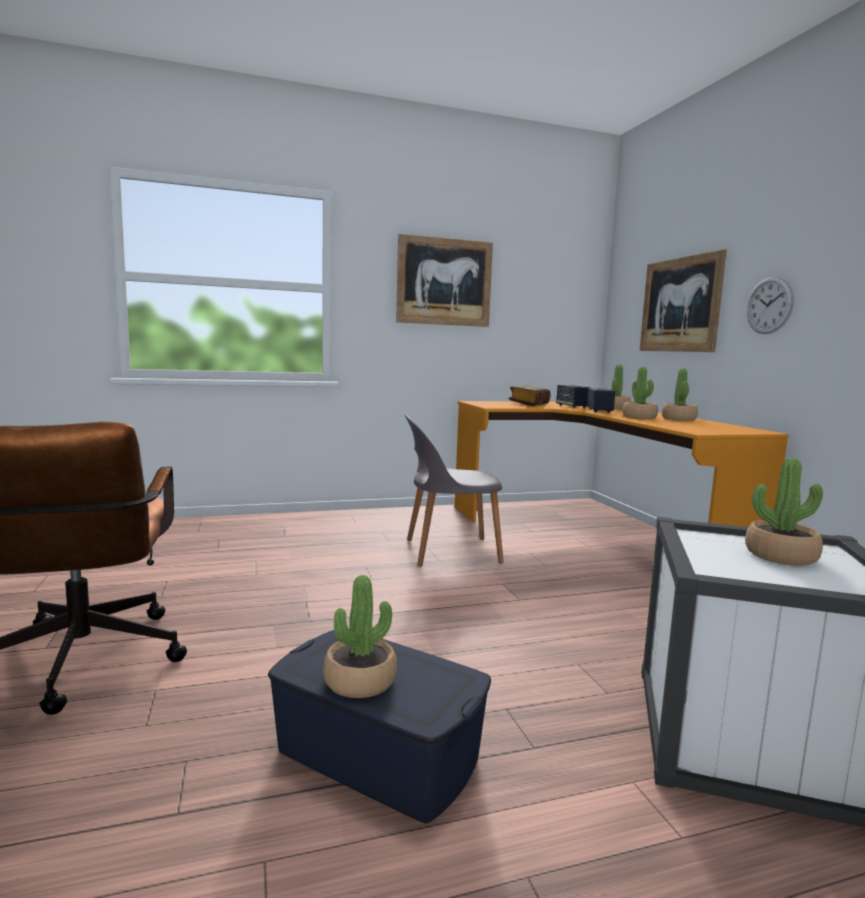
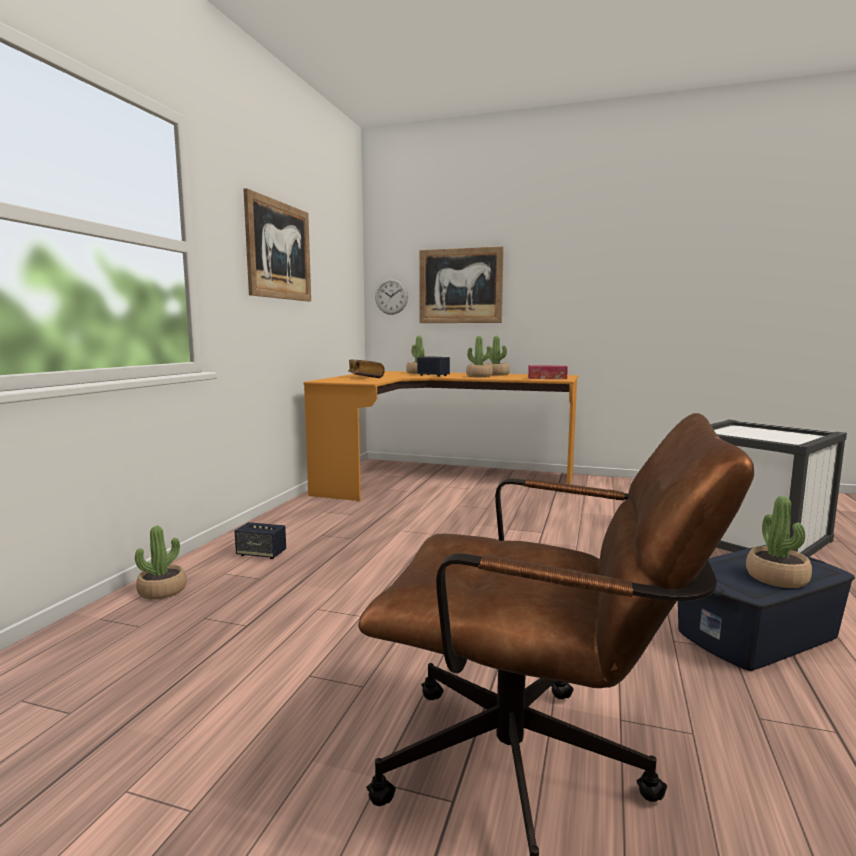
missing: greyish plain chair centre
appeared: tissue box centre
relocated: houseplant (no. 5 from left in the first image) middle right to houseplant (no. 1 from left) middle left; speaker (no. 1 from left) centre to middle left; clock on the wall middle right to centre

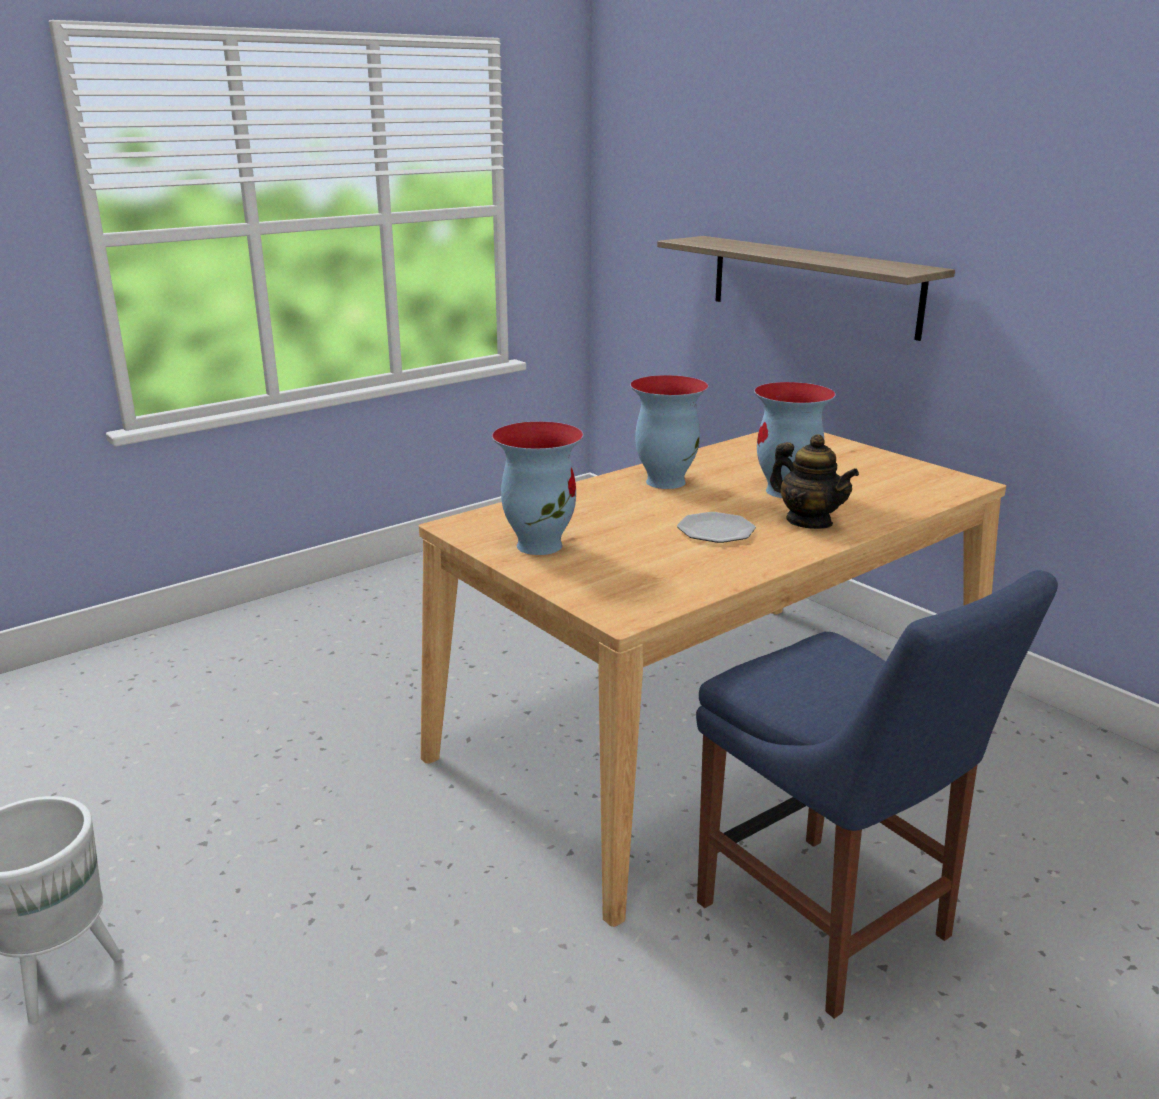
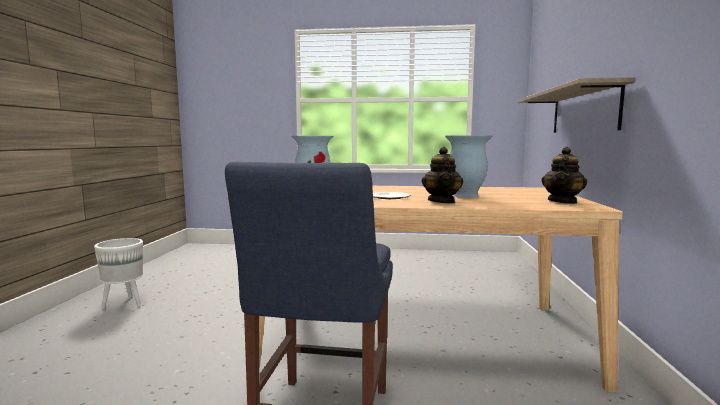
missing: decorative vase (no. 2 from left) centre
appeared: pot for tea (no. 2 from left) middle right

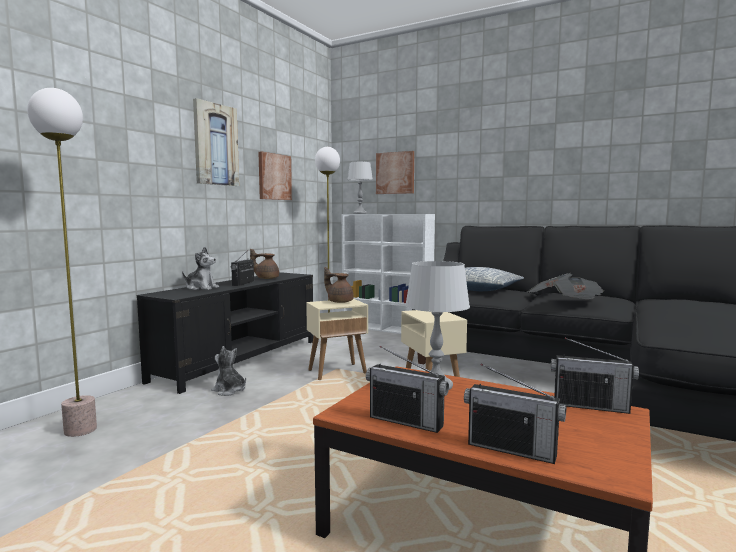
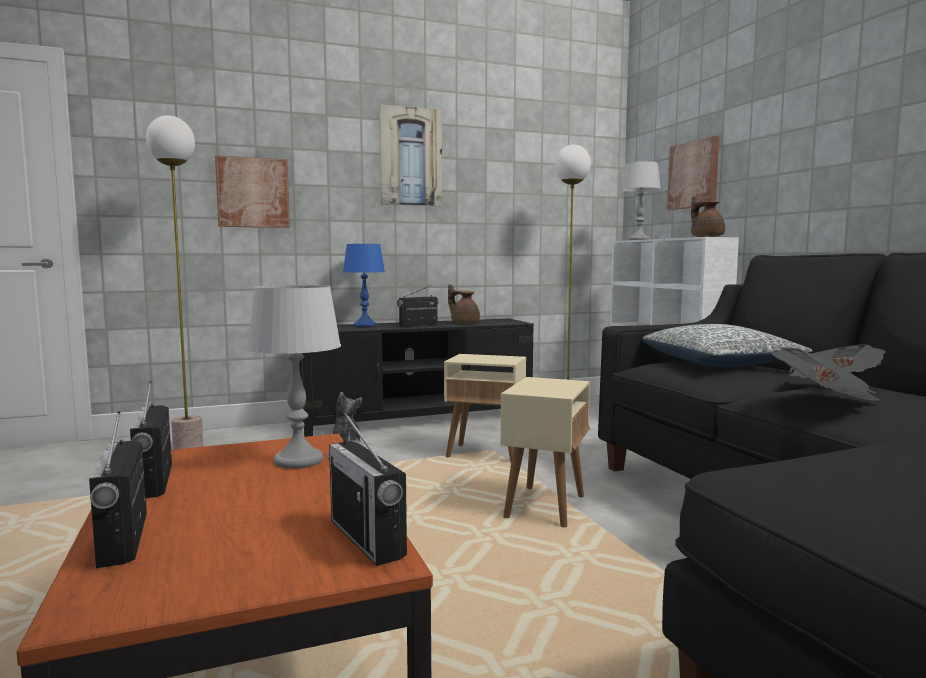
relocated: wall picture (no. 2 from left in the first image) top centre to wall picture (no. 1 from left) top left; brown-coloured pot for tea (no. 2 from left) centre to top right
exchanged: cuddly toy (no. 1 from left) middle left to bluish table lamp centre

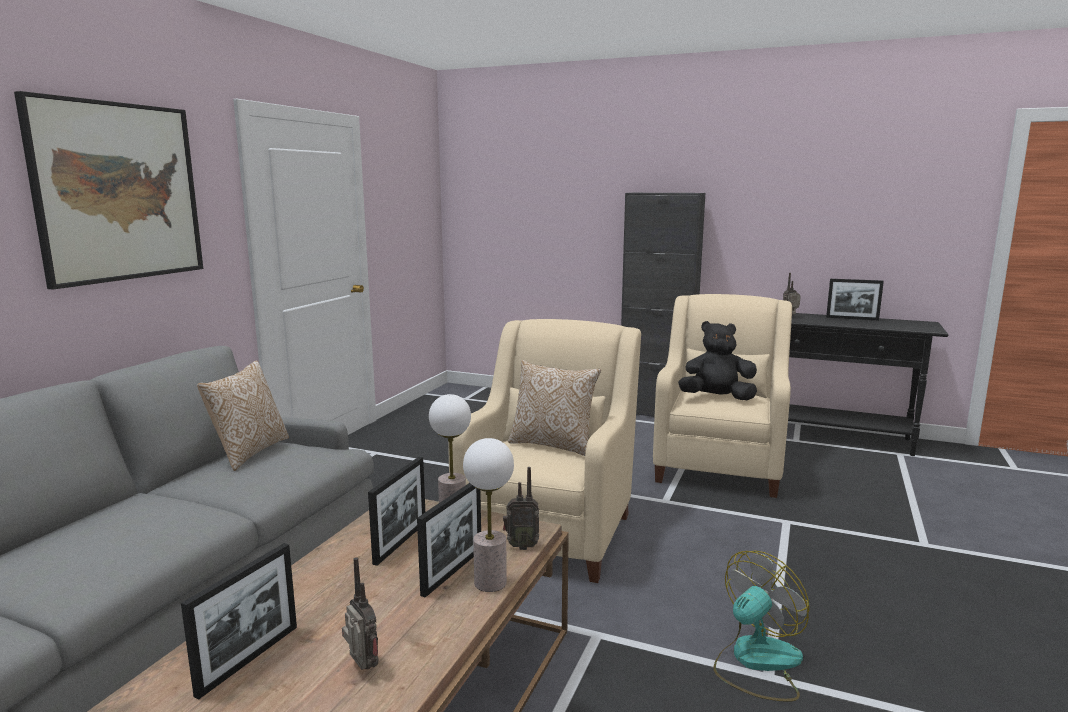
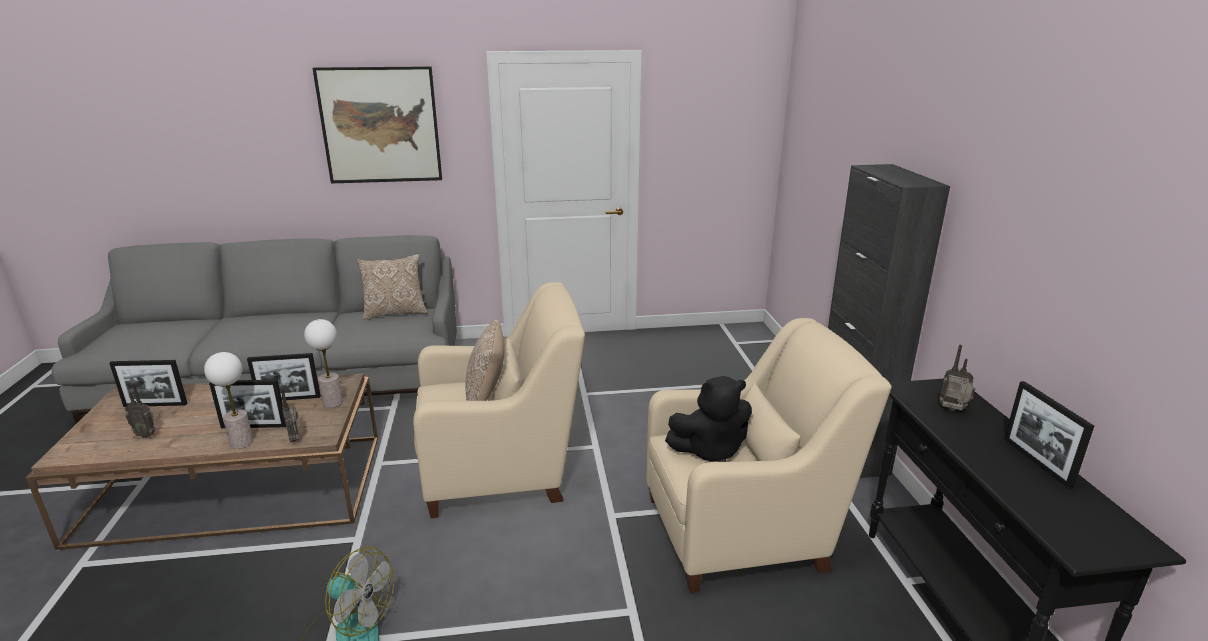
spun: radio receiver (no. 1 from left) bottom centre = middle left 75 degrees clockwise; black cuddly toy middle right = centre 105 degrees clockwise

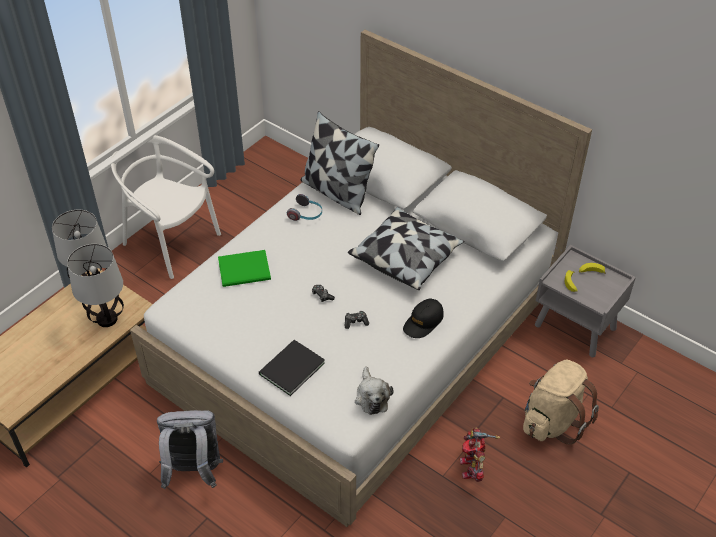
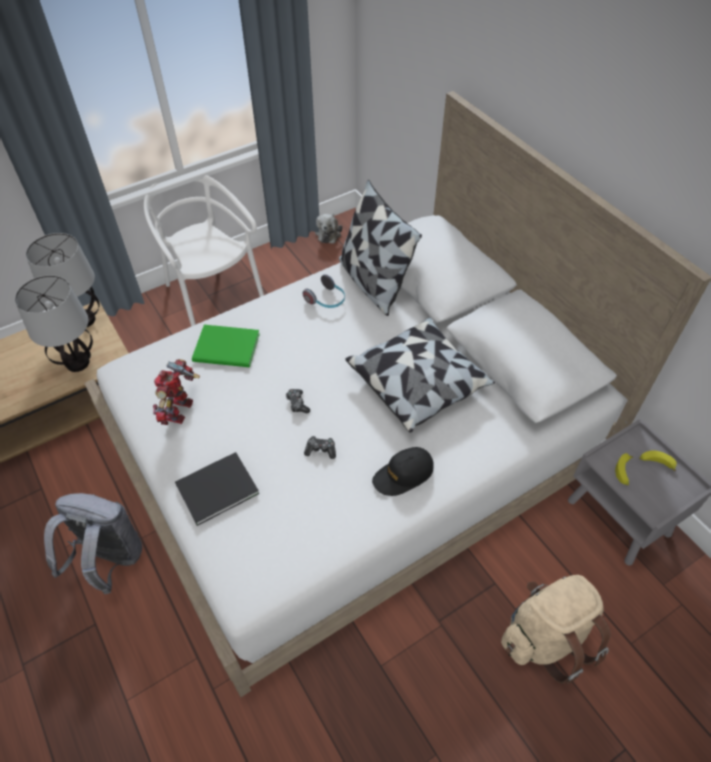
relocated: model robot bottom right to middle left; cuddly toy bottom centre to top centre

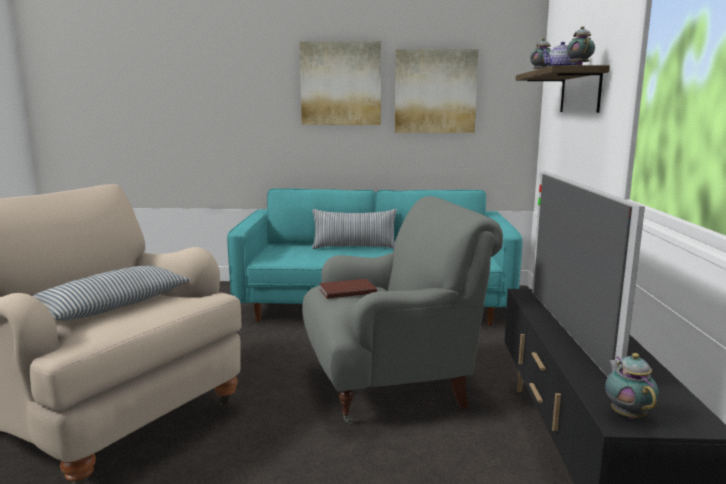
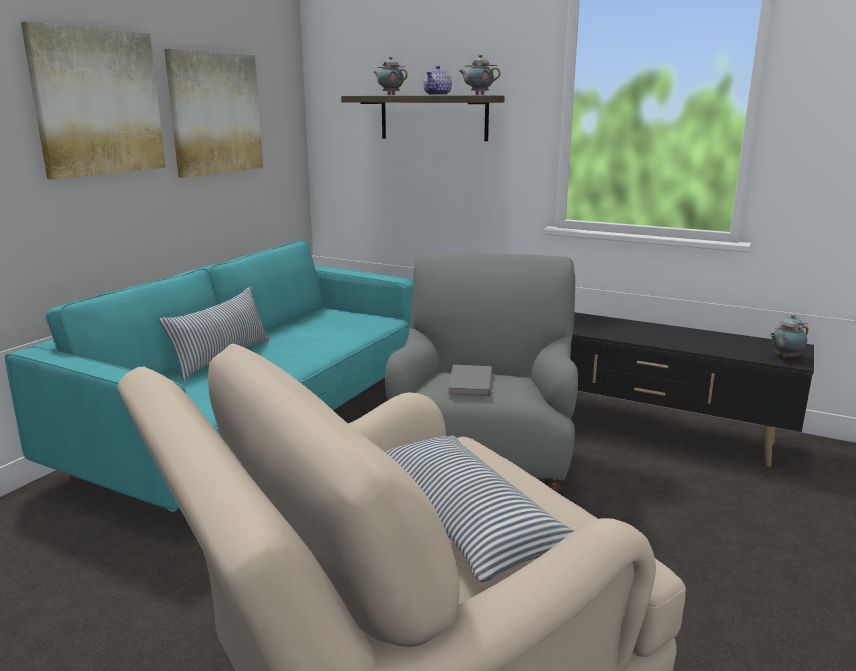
missing: television middle right
colour: brown-coloured bound book centre to greyish bound book centre
spun: pot for tea (no. 4 from left) bottom right = middle right 45 degrees counterclockwise

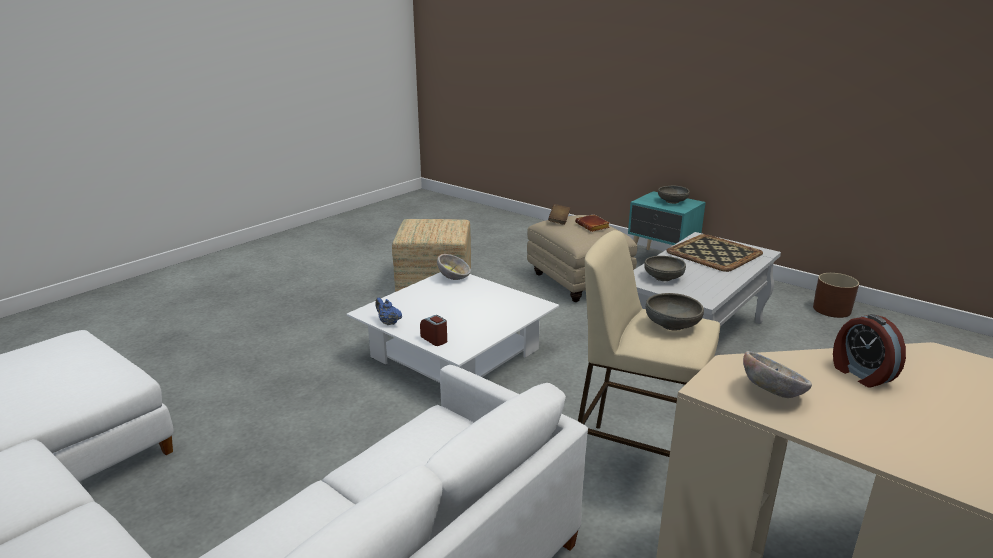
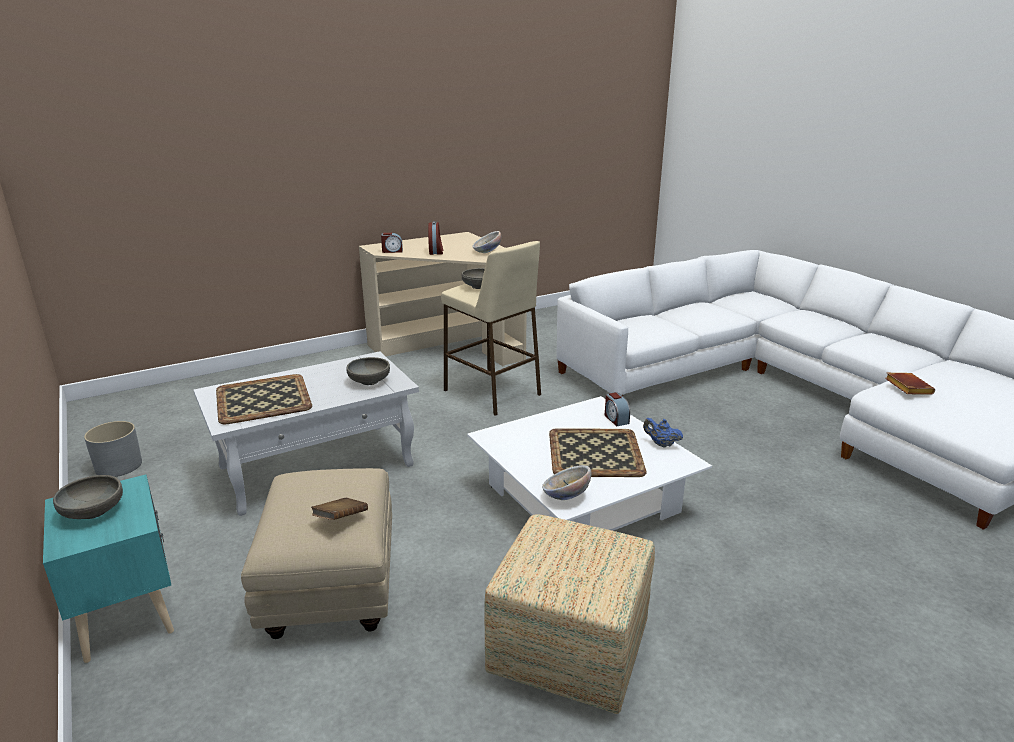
appeared: bedside clock (no. 1 from left) top centre; serving tray (no. 2 from left) centre
relocated: brown-coloured bound book (no. 2 from left) centre to middle right
colour: brown-coloured planter middle right to greyish planter middle left
spun: bluish pot for tea centre = centre 150 degrees clockwise

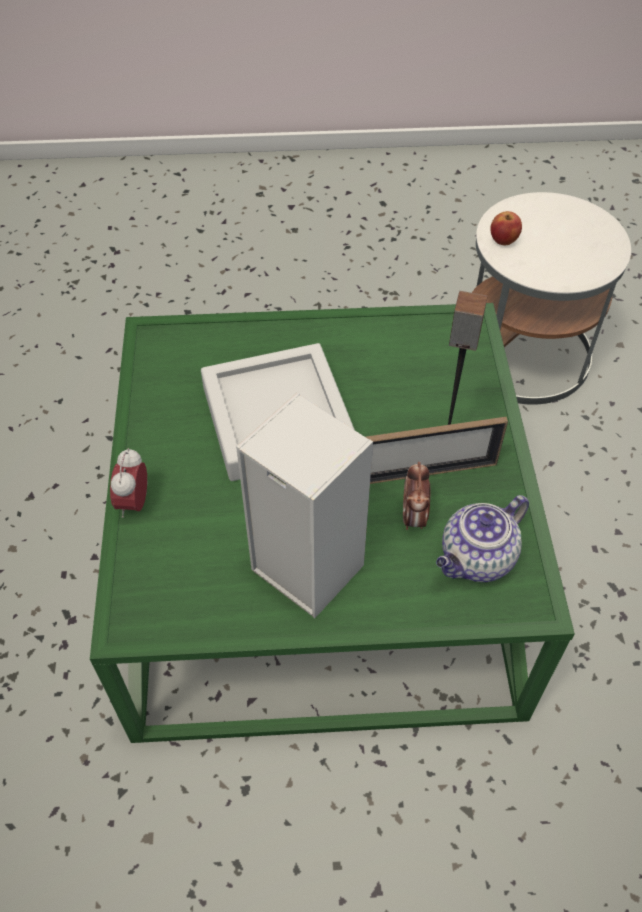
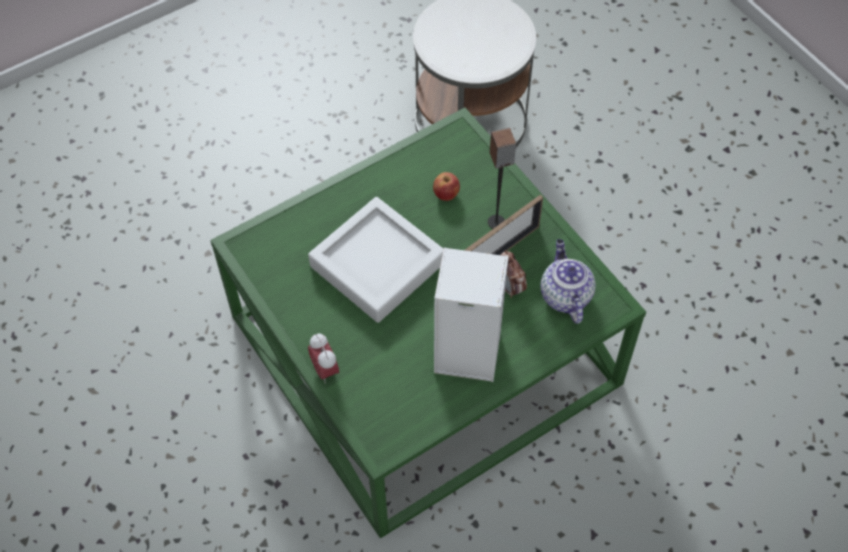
relocated: apple top right to centre
spun: pot for tea middle right = middle right 150 degrees clockwise

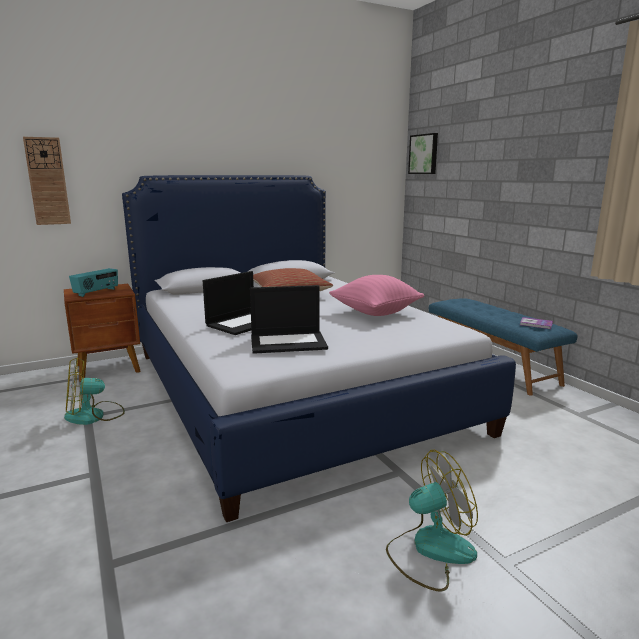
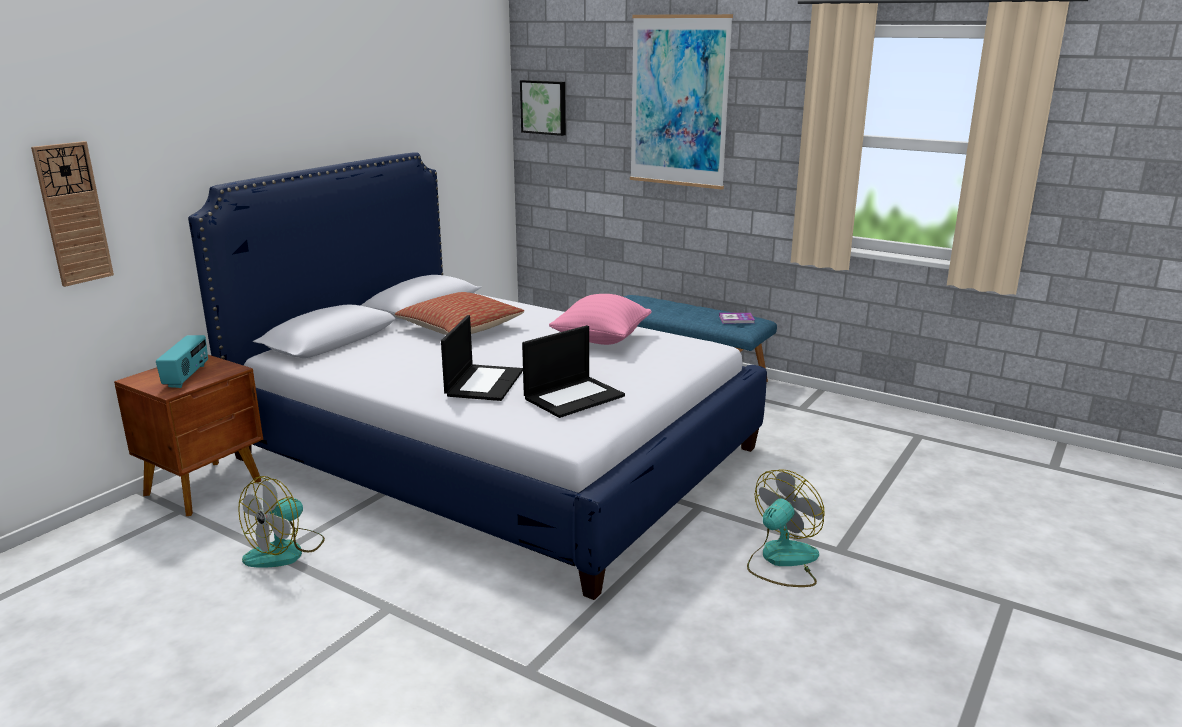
appeared: wall picture (no. 2 from left) top centre

